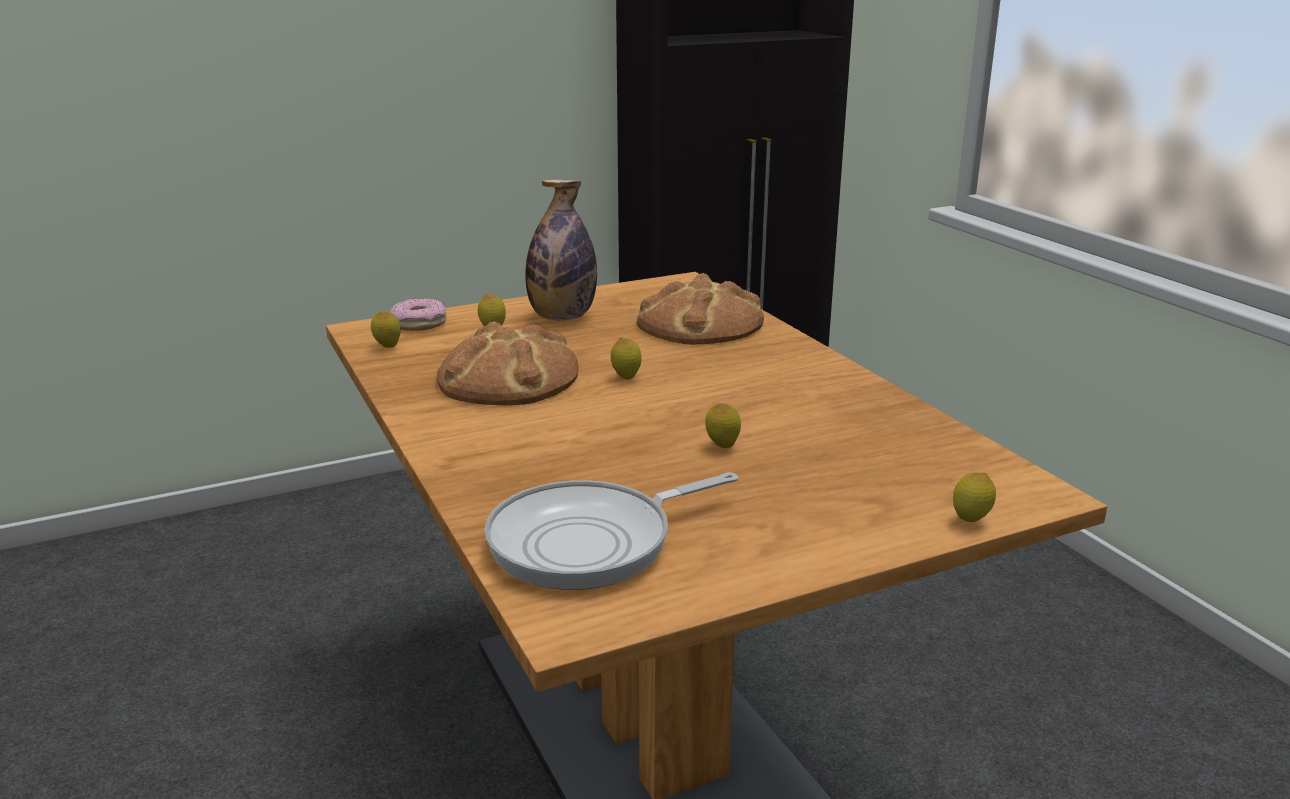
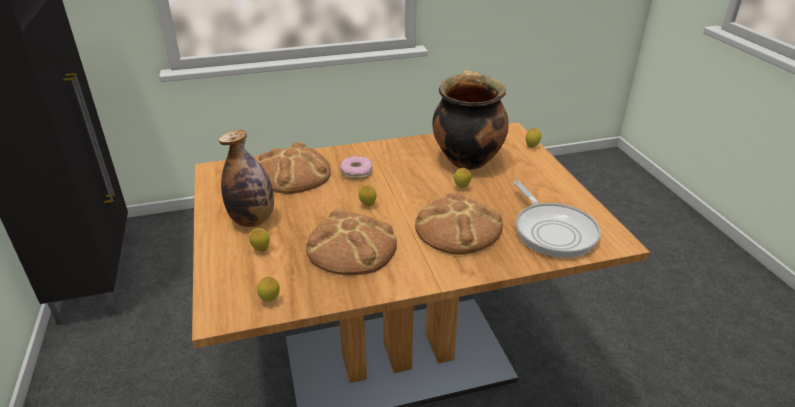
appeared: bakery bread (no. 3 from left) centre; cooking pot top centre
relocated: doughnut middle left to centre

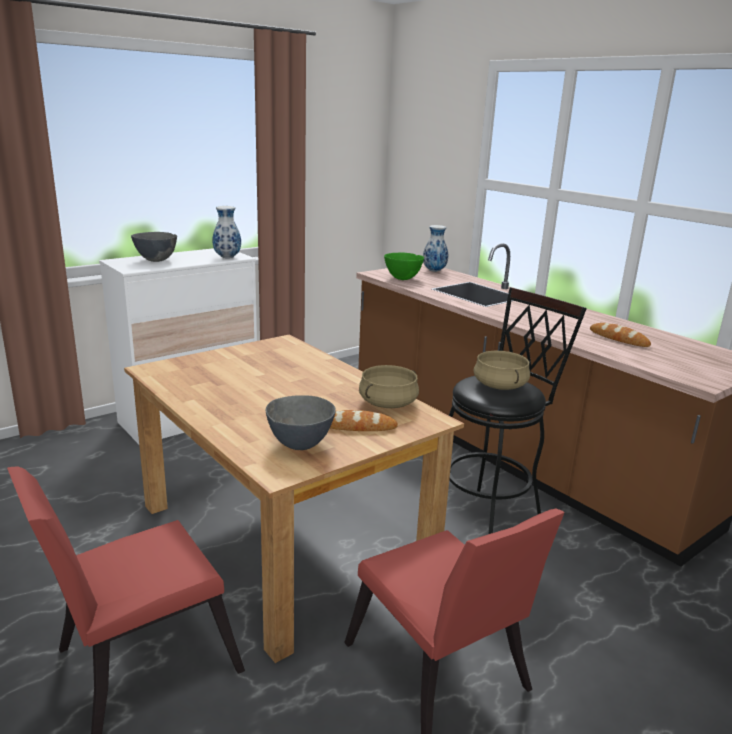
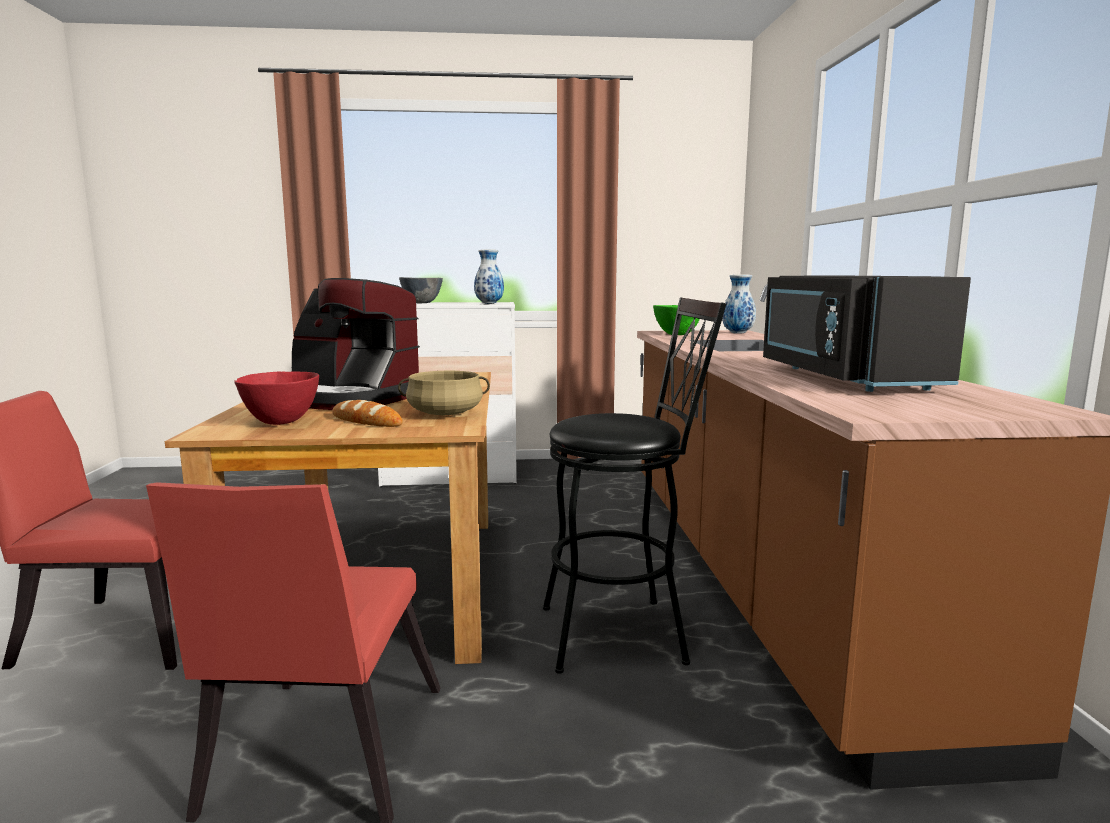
missing: sand-coloured cooking pot (no. 2 from left) middle right
appeared: coffee machine middle left
exchanged: bakery bread (no. 2 from left) middle right to black kitchen microwave middle right
colour: greyish serving bowl (no. 2 from left) centre to red-coloured serving bowl middle left

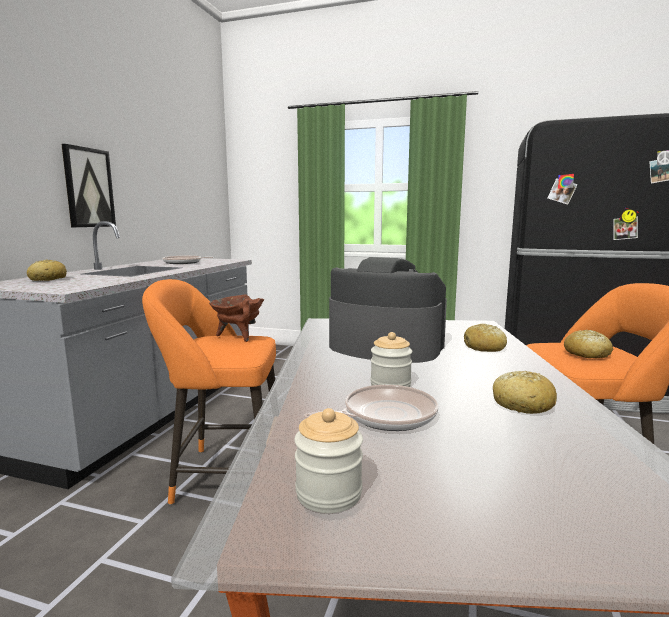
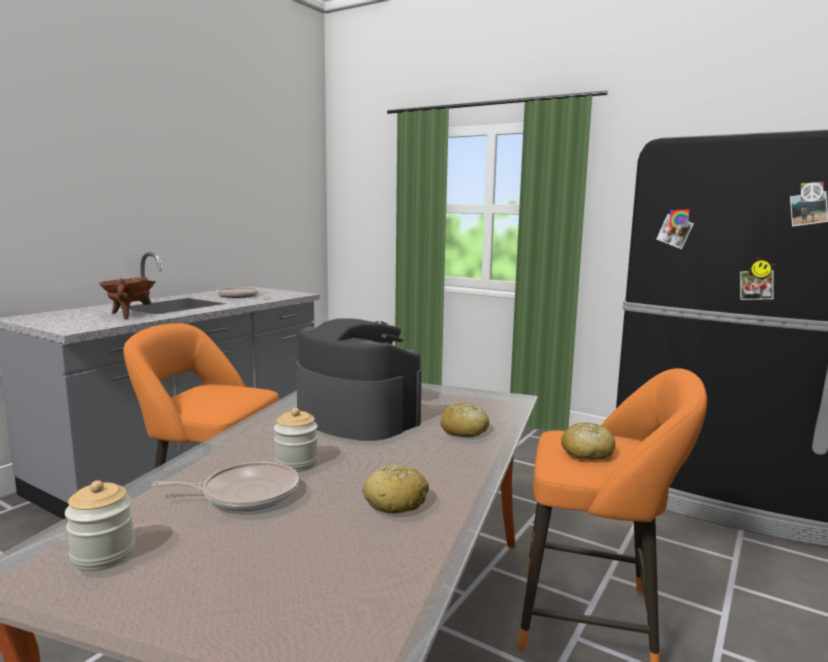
missing: bakery bread (no. 1 from left) middle left; wall picture top left
relocated: brown-coloured cooking pot centre to middle left

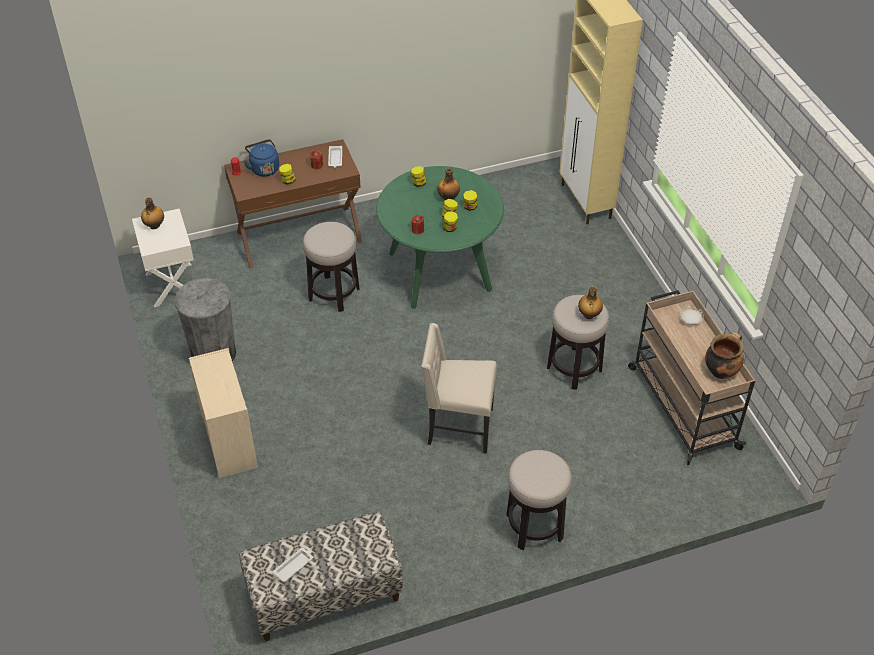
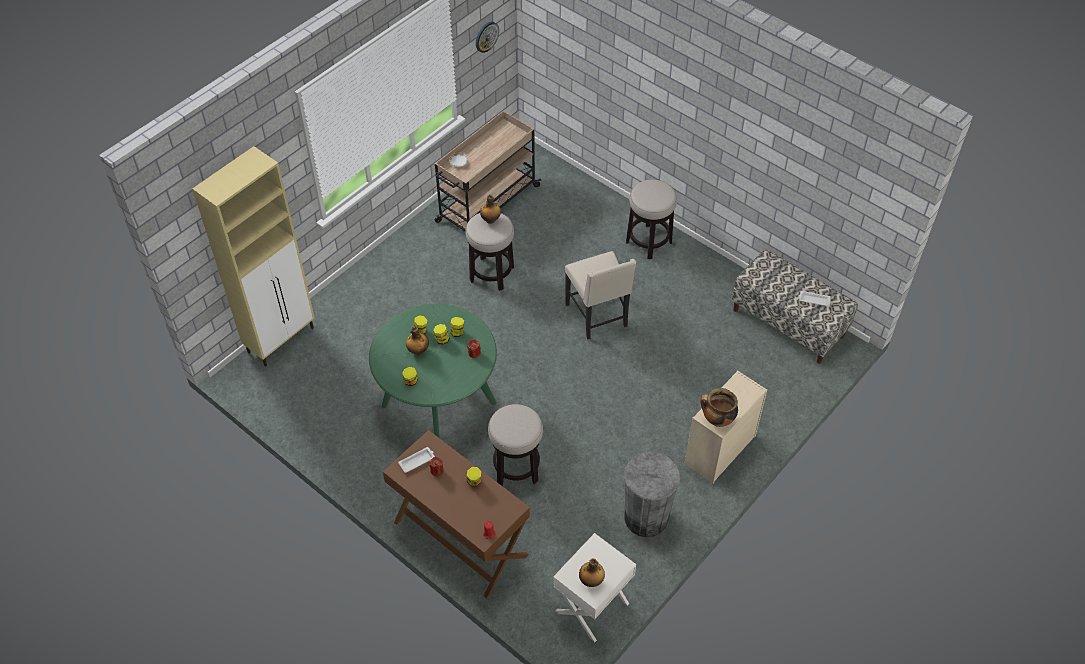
missing: bluish kettle top left
appeared: clock on the wall top centre
relocated: cooking pot middle right to centre

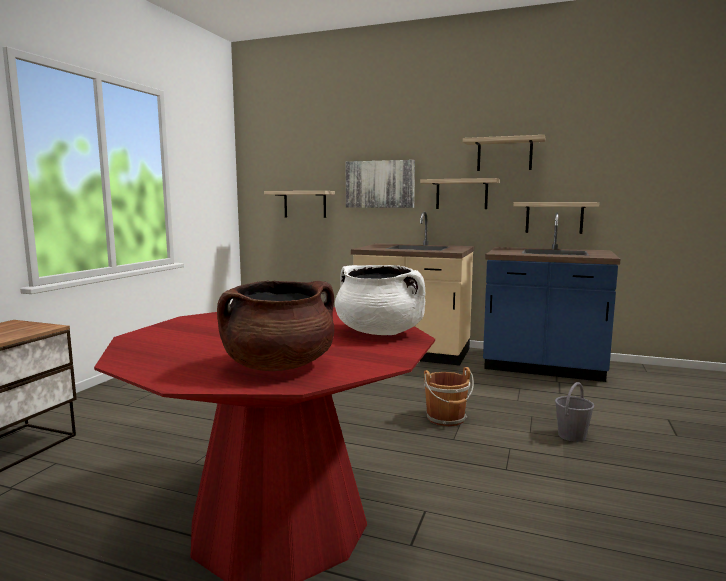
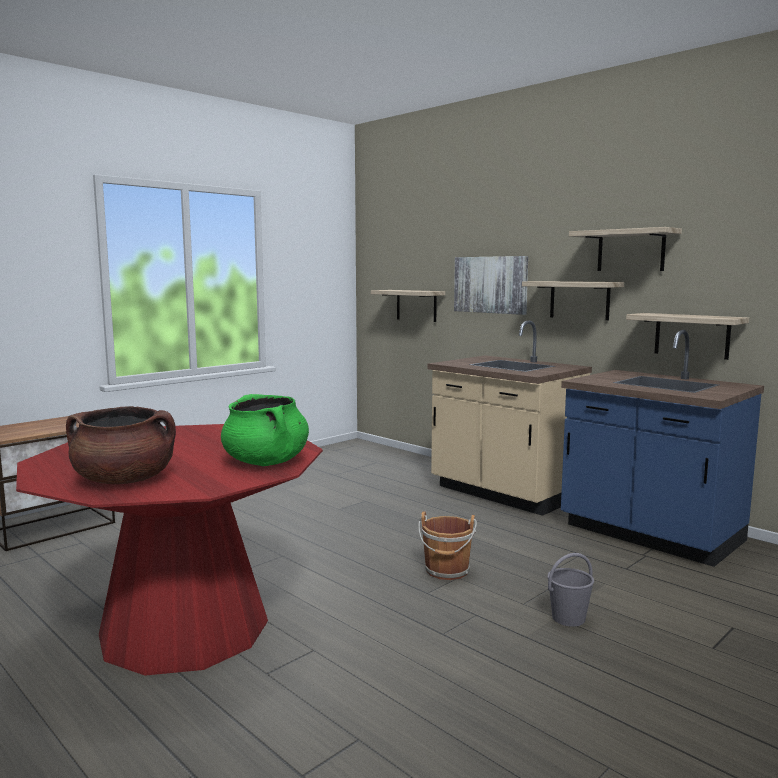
colour: white-coloured cooking pot centre to green-coloured cooking pot centre

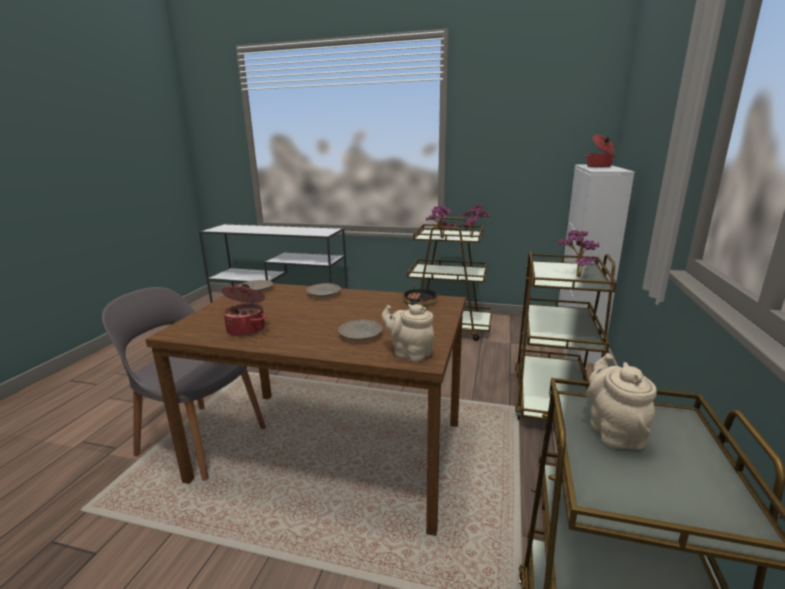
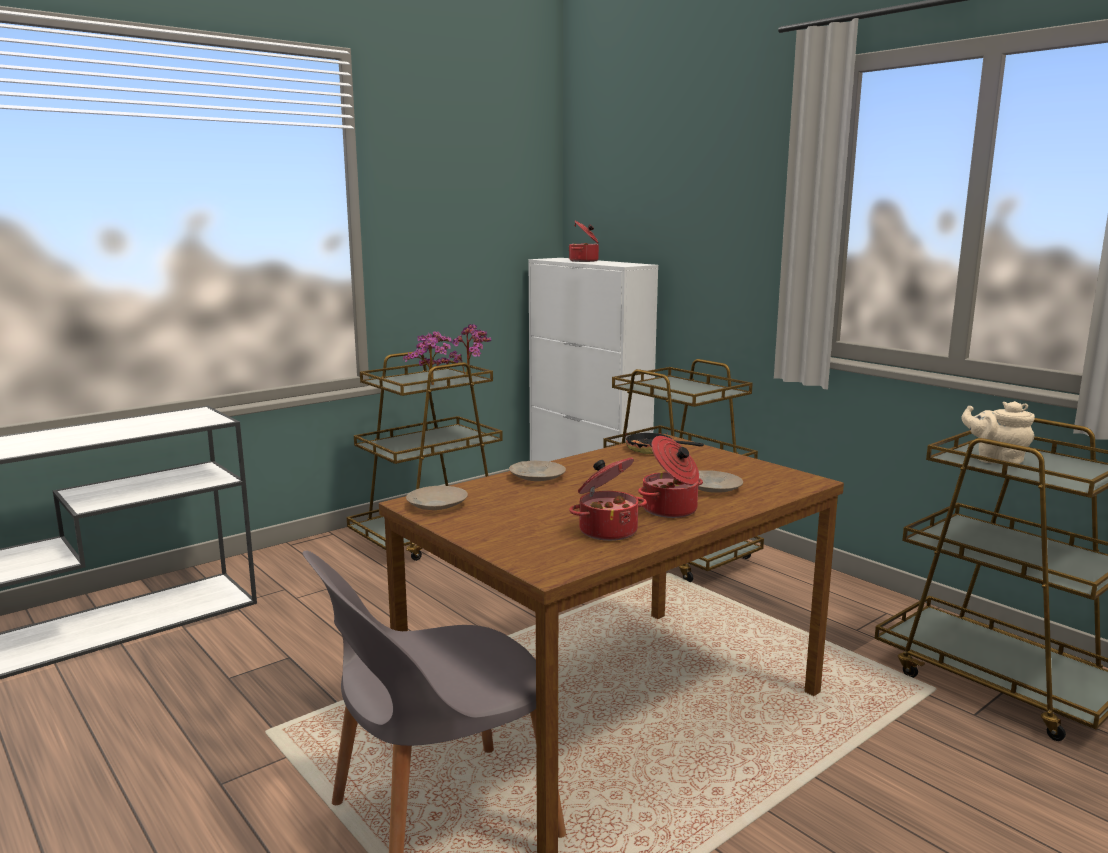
missing: sand-coloured pot for tea (no. 1 from left) centre; houseplant (no. 3 from left) middle right
appeared: cooking pot (no. 3 from left) centre

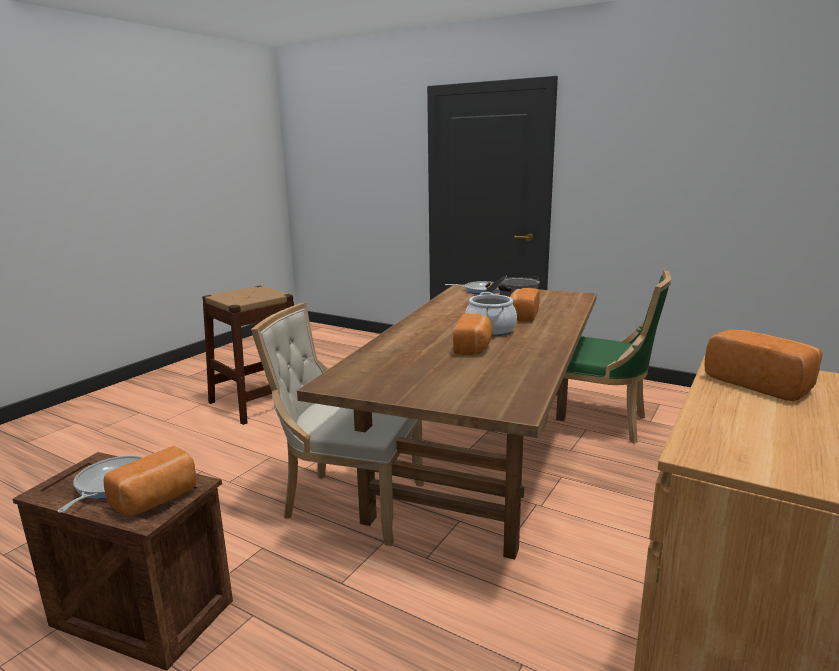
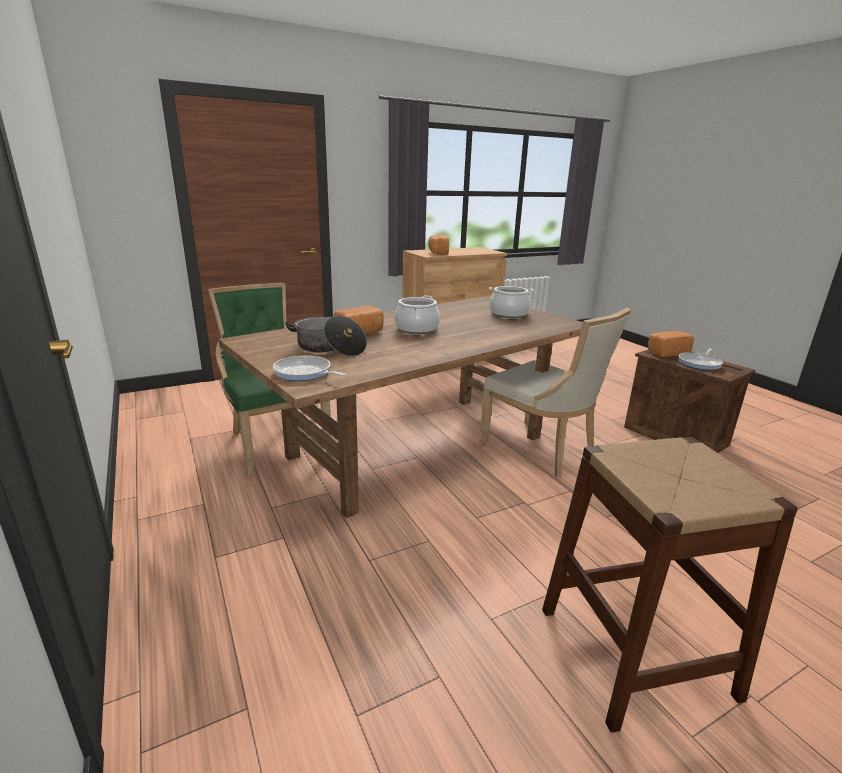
missing: bakery bread (no. 2 from left) centre
appeared: cooking pot (no. 3 from left) centre

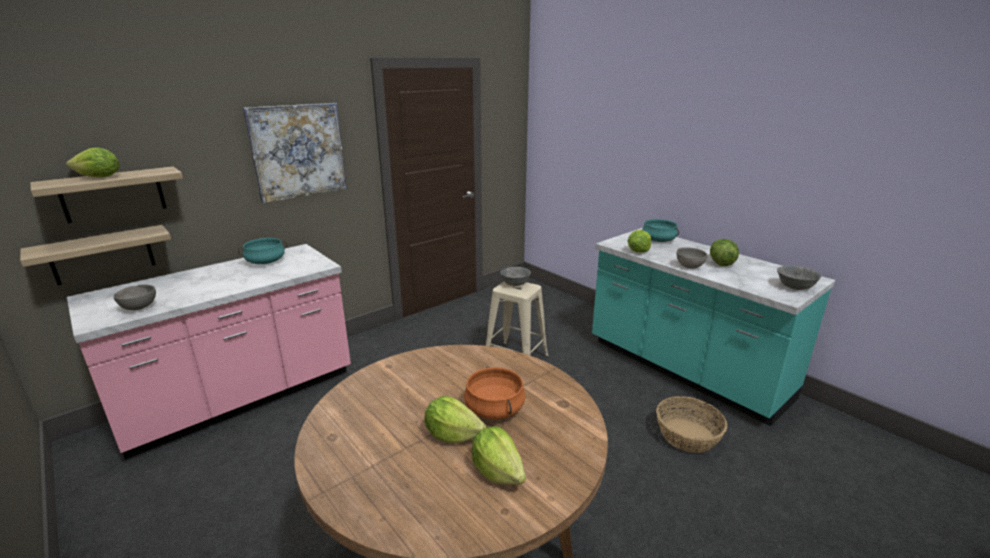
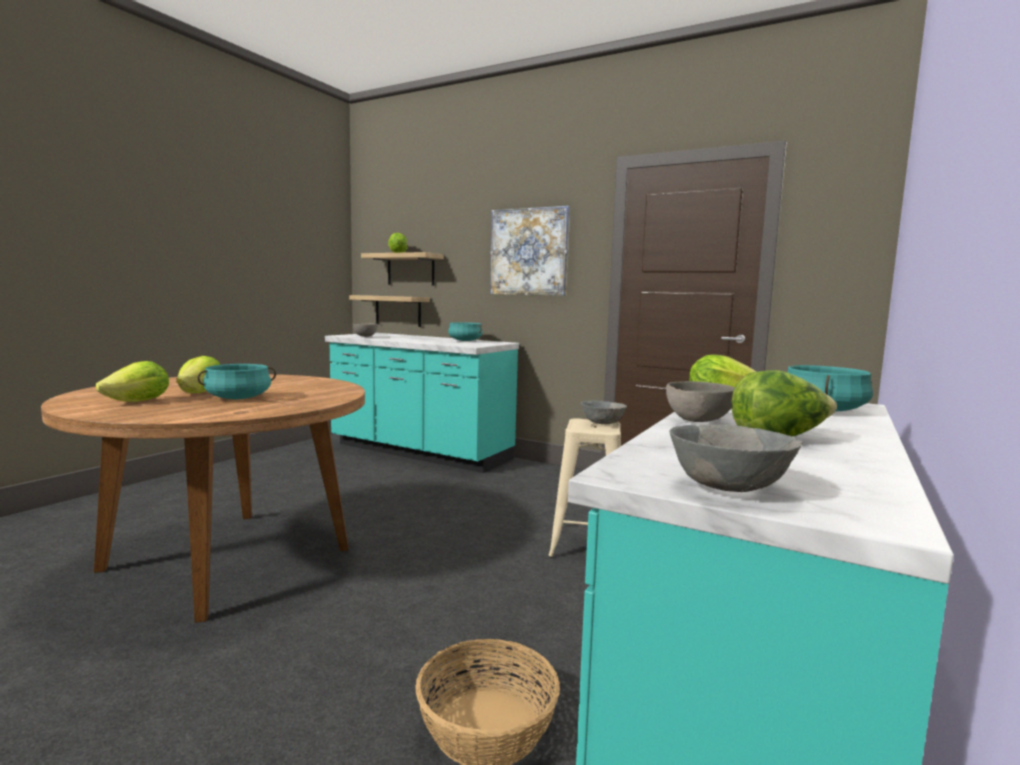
colour: orangey cooking pot bottom centre to blue-green cooking pot (no. 1 from left) middle left; pinkish kitchen base unit middle left to blue-green kitchen base unit (no. 1 from left) centre

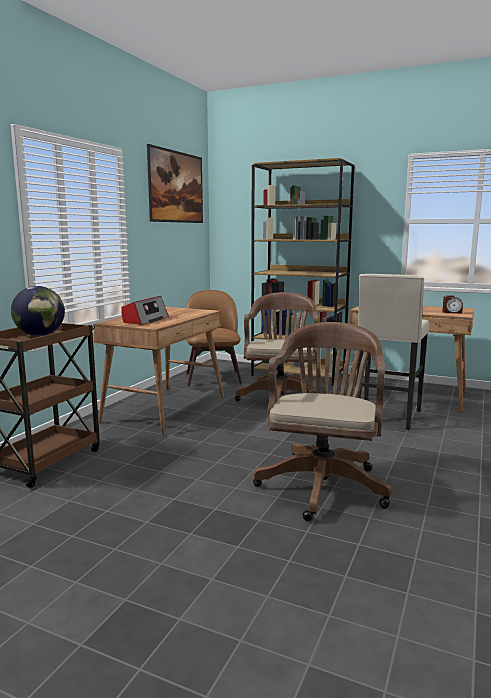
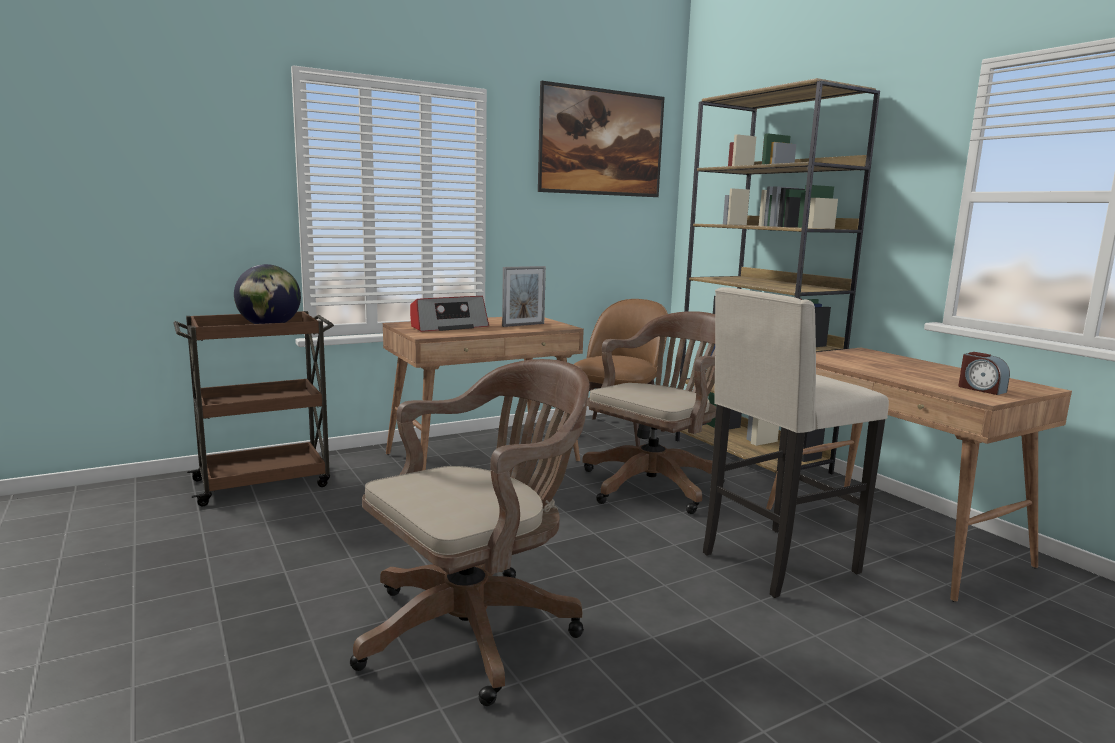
appeared: standing frame centre

